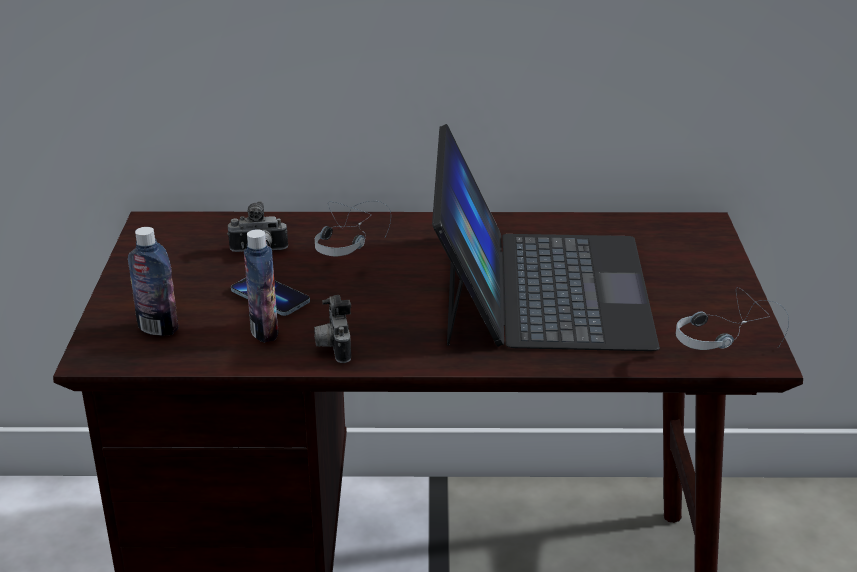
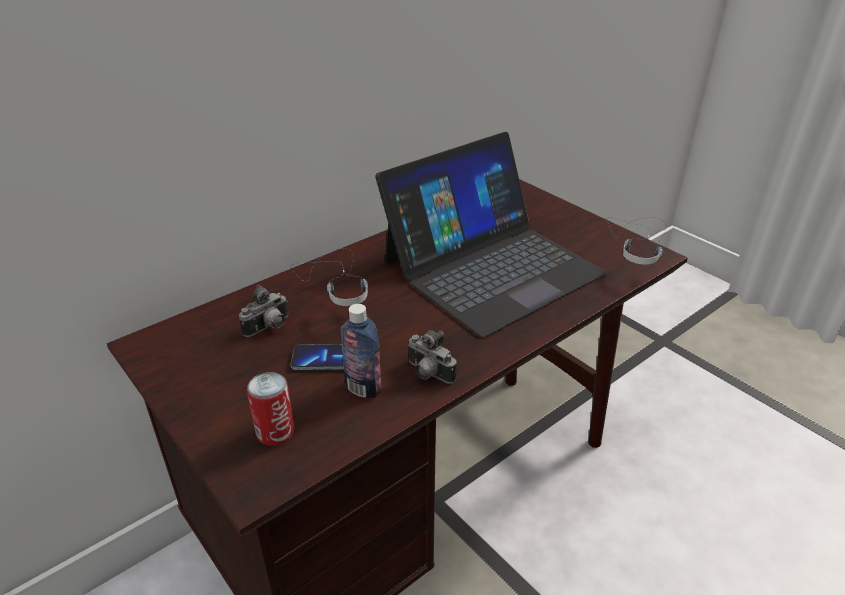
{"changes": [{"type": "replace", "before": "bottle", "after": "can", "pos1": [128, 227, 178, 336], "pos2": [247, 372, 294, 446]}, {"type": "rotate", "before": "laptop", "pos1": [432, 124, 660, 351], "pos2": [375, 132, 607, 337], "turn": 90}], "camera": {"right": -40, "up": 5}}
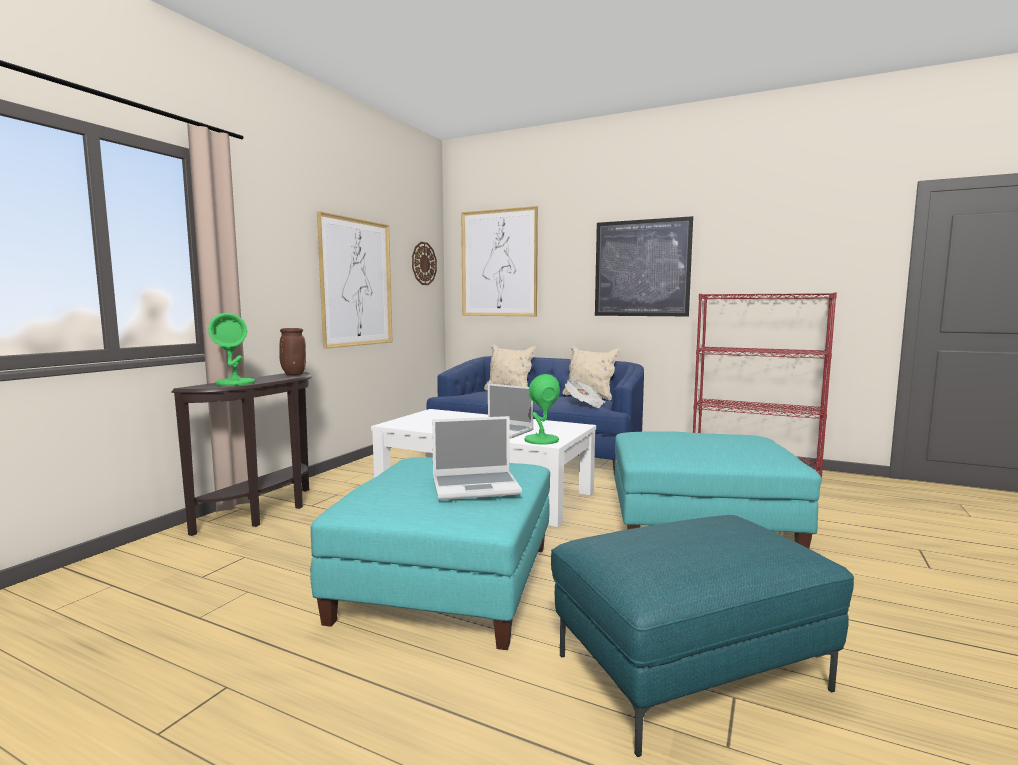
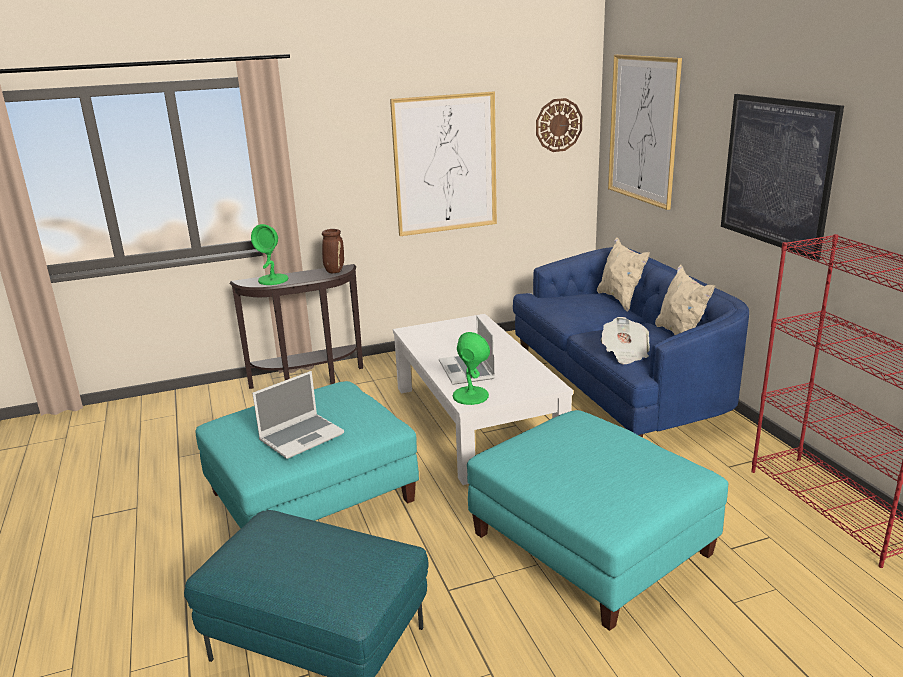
{"changes": [{"type": "rotate", "before": "laptop", "pos1": [432, 416, 522, 500], "pos2": [252, 371, 344, 459], "turn": -75}], "camera": {"right": 45, "up": 15}}
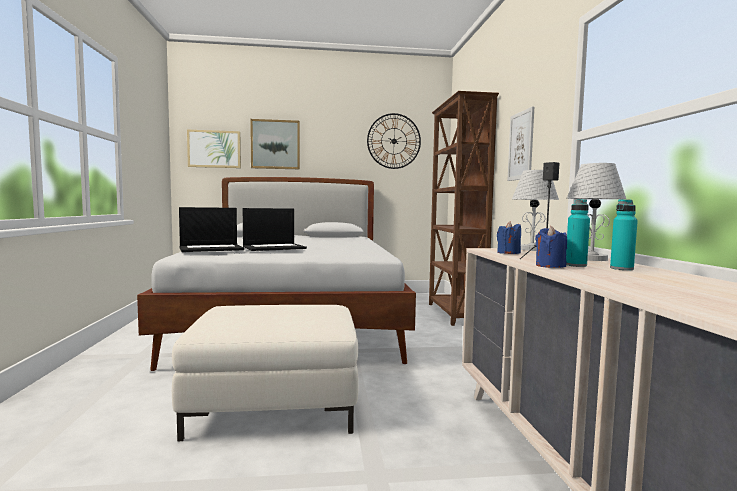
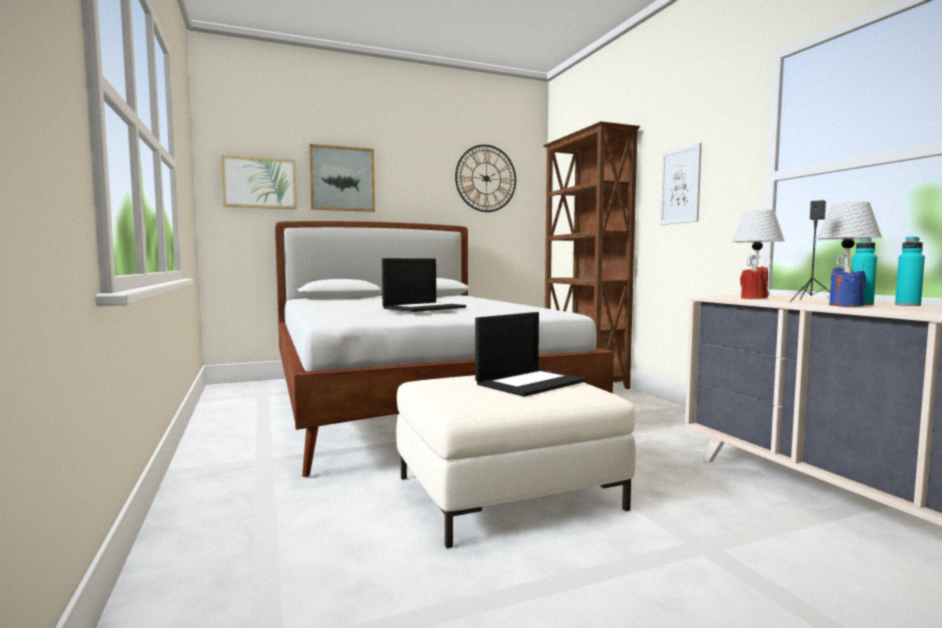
{"changes": [{"type": "move", "before": "laptop", "pos1": [179, 207, 244, 252], "pos2": [475, 312, 586, 397]}, {"type": "recolor", "before": "candle in blue", "after": "candle in red", "pos1": [497, 222, 521, 254], "pos2": [740, 264, 768, 299]}], "camera": {"right": -15, "up": 0}}
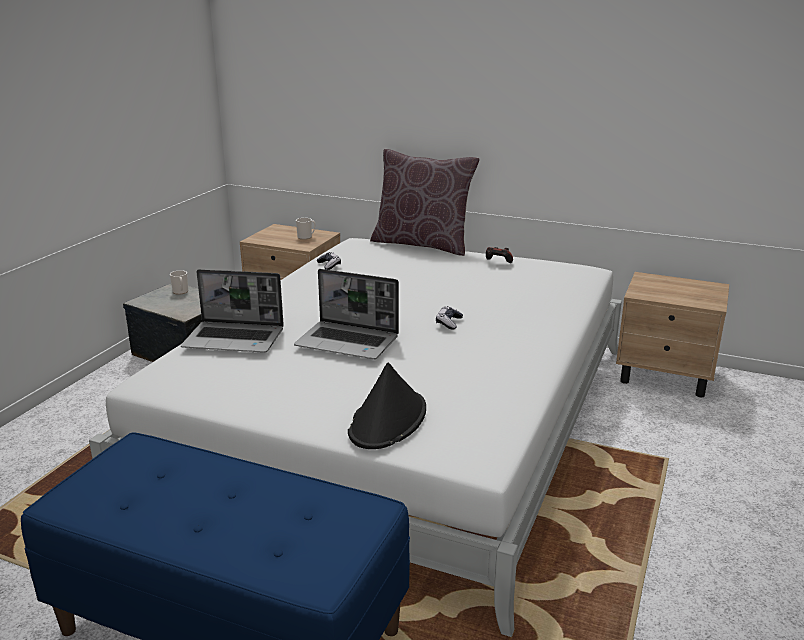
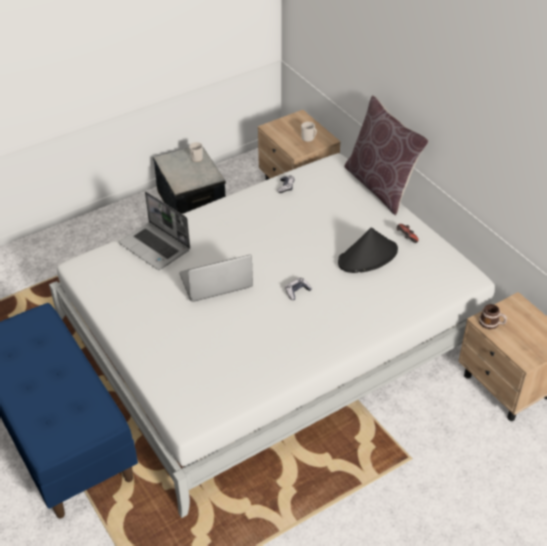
{"changes": [{"type": "rotate", "before": "laptop", "pos1": [294, 269, 399, 359], "pos2": [180, 255, 253, 302], "turn": 105}, {"type": "move", "before": "hat in black", "pos1": [348, 363, 426, 449], "pos2": [338, 227, 398, 273]}, {"type": "insert", "after": "mug", "pos2": [479, 304, 507, 329]}], "camera": {"right": 35, "up": 20}}
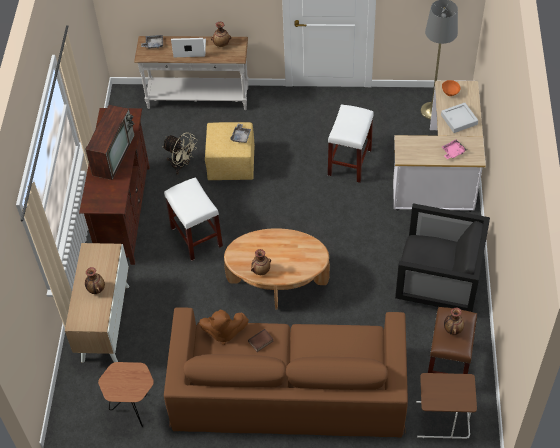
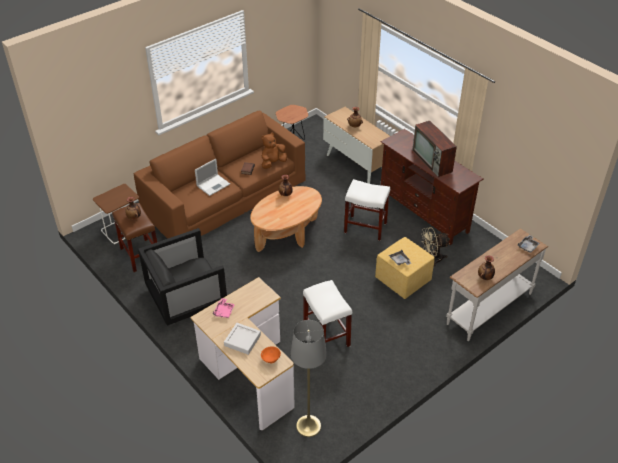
{"changes": [{"type": "move", "before": "laptop", "pos1": [171, 38, 206, 57], "pos2": [195, 159, 230, 196]}], "camera": {"right": 135, "up": -10}}
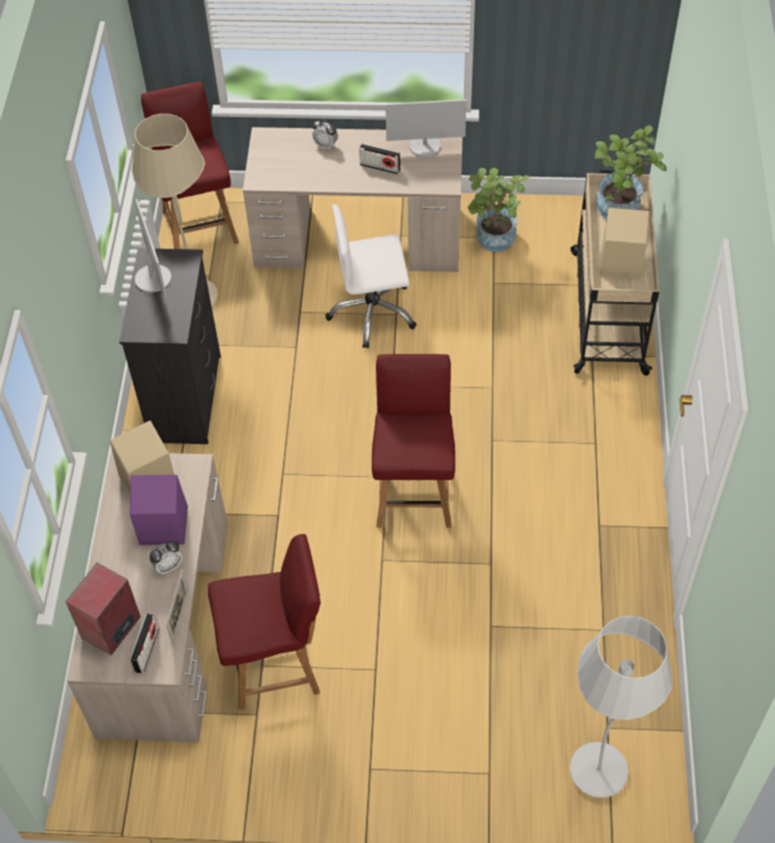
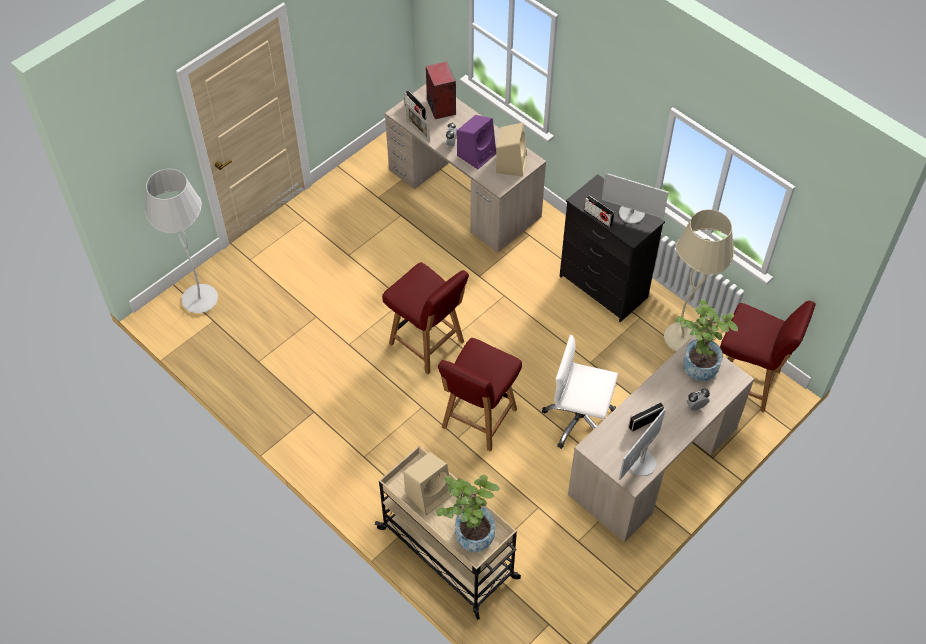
{"changes": [{"type": "move", "before": "chair in red", "pos1": [208, 534, 321, 710], "pos2": [438, 338, 522, 451]}, {"type": "rotate", "before": "office chair in white", "pos1": [326, 204, 417, 348], "pos2": [542, 335, 618, 449], "turn": -105}, {"type": "move", "before": "potted plant", "pos1": [468, 168, 529, 252], "pos2": [675, 299, 738, 381]}, {"type": "insert", "after": "radio", "pos2": [584, 195, 615, 228]}], "camera": {"right": 130, "up": 0}}
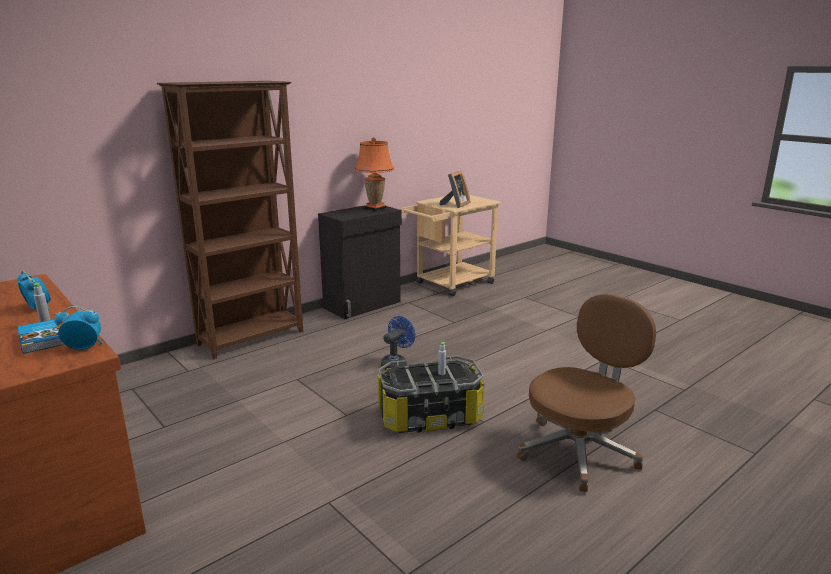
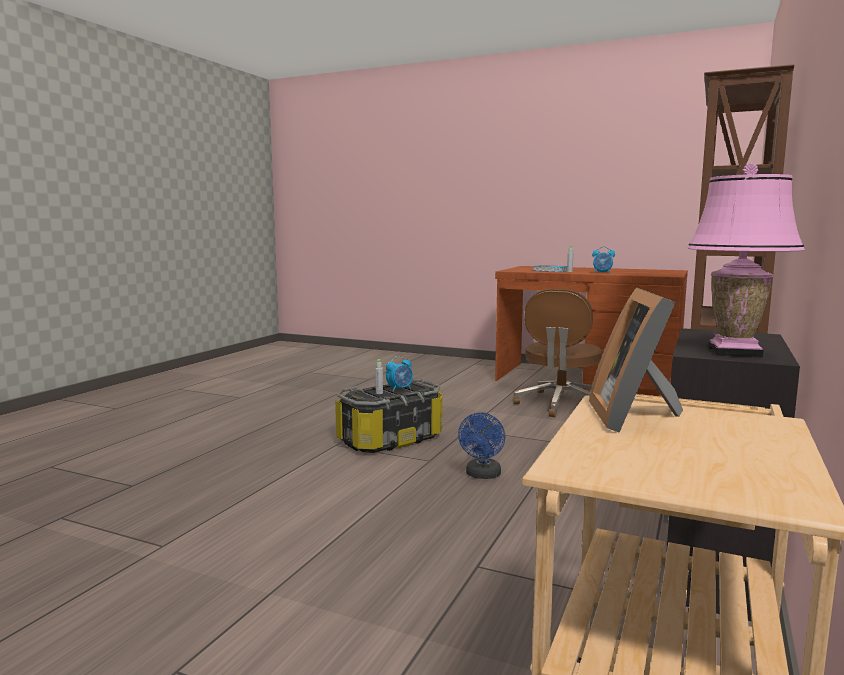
{"changes": [{"type": "move", "before": "alarm clock", "pos1": [54, 306, 103, 350], "pos2": [386, 356, 413, 392]}, {"type": "recolor", "before": "table lamp in orange", "after": "table lamp in pink", "pos1": [354, 137, 394, 211], "pos2": [687, 163, 805, 357]}, {"type": "move", "before": "office chair in brown", "pos1": [517, 294, 656, 492], "pos2": [513, 289, 602, 417]}], "camera": {"right": 155, "up": -10}}
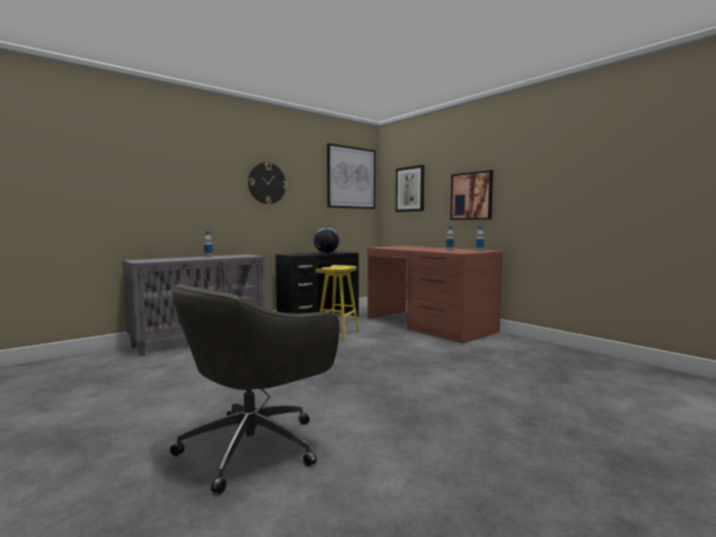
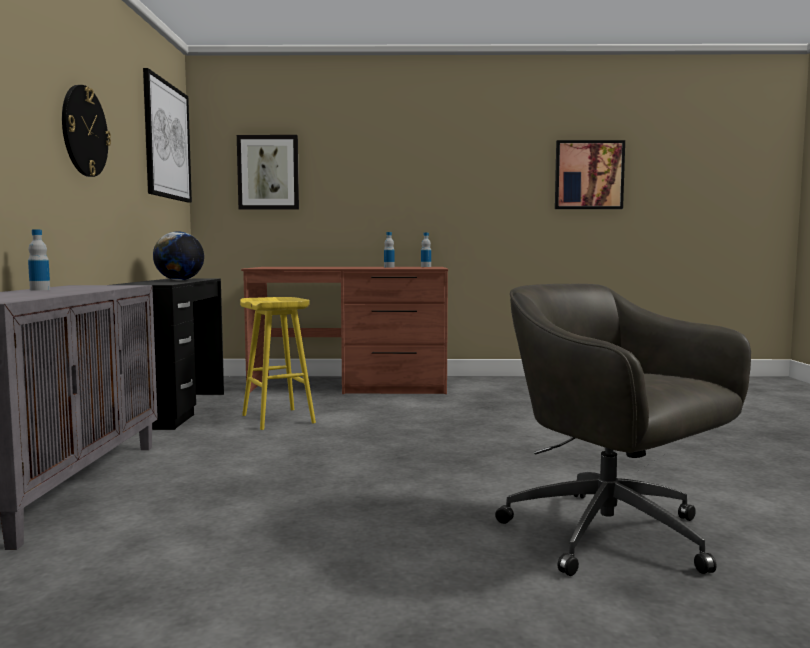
{"changes": [{"type": "rotate", "before": "office chair in grey", "pos1": [170, 284, 340, 494], "pos2": [495, 284, 751, 576], "turn": 150}, {"type": "move", "before": "picture", "pos1": [450, 170, 493, 220], "pos2": [555, 140, 625, 209]}], "camera": {"right": -50, "up": 0}}
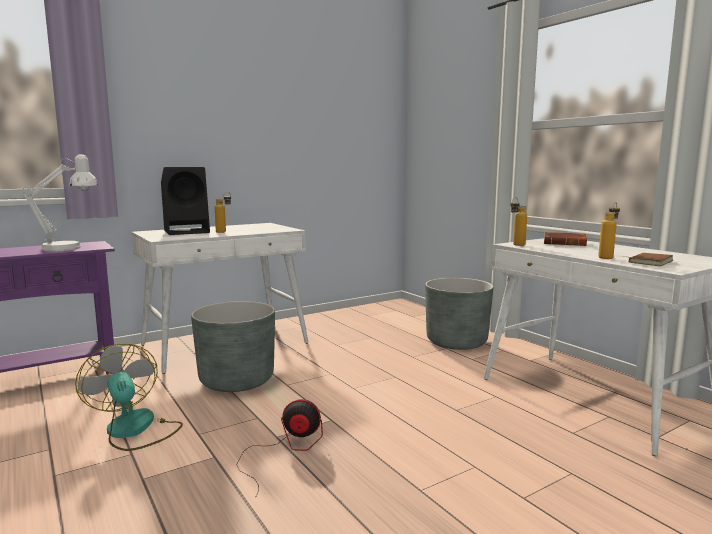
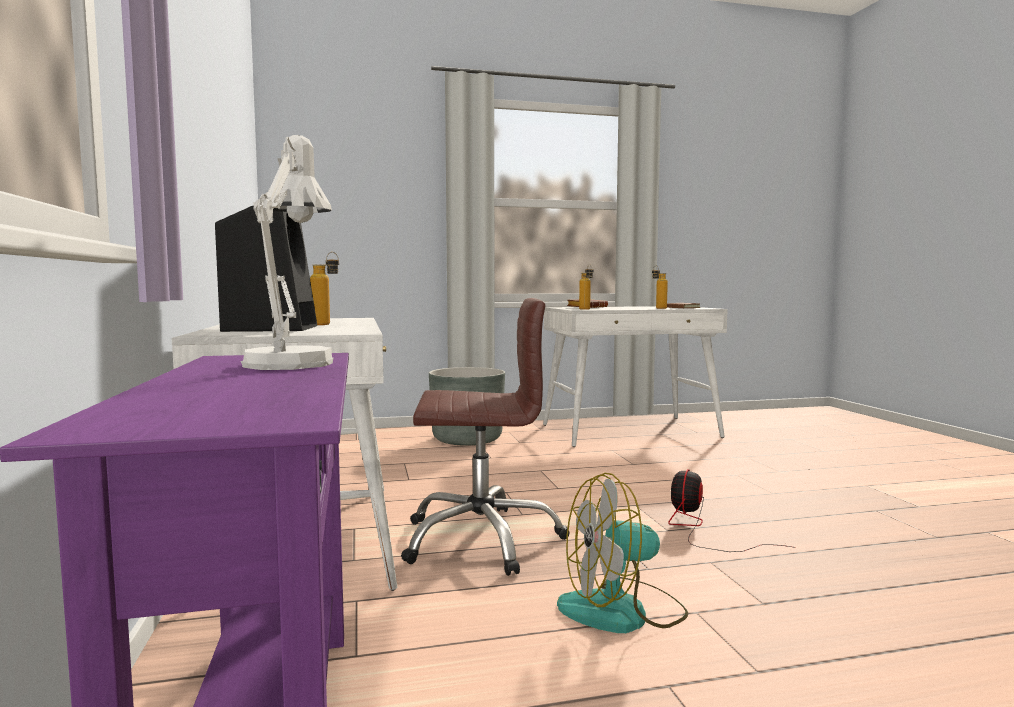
{"changes": [{"type": "replace", "before": "planter in grey", "after": "office chair in brown", "pos1": [191, 301, 275, 392], "pos2": [401, 298, 570, 576]}], "camera": {"right": -70, "up": -5}}
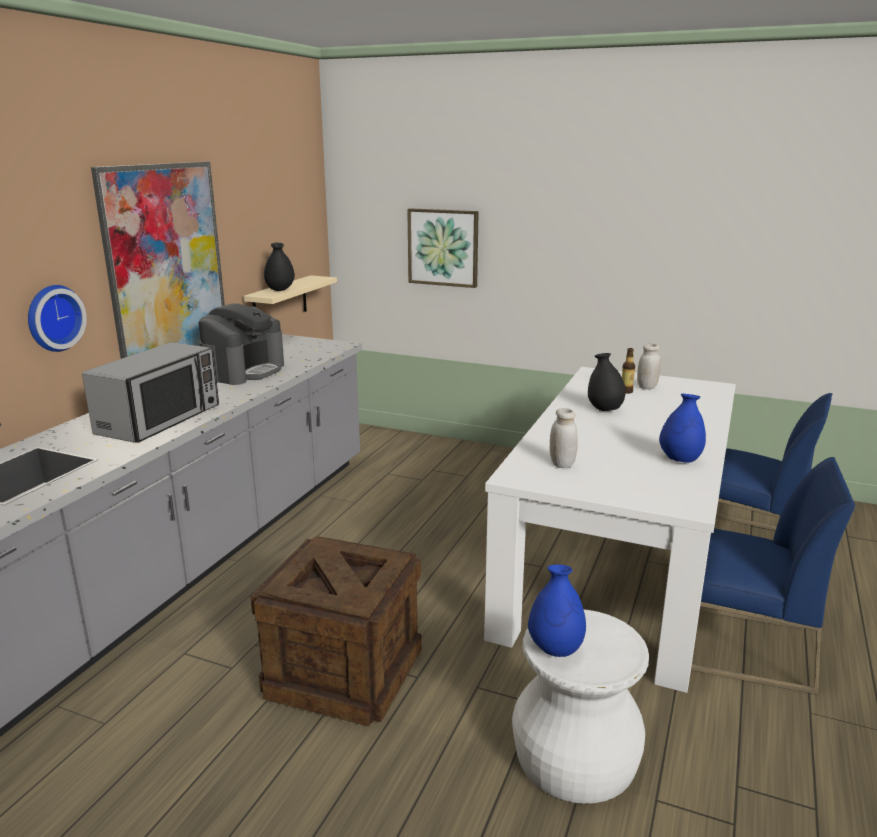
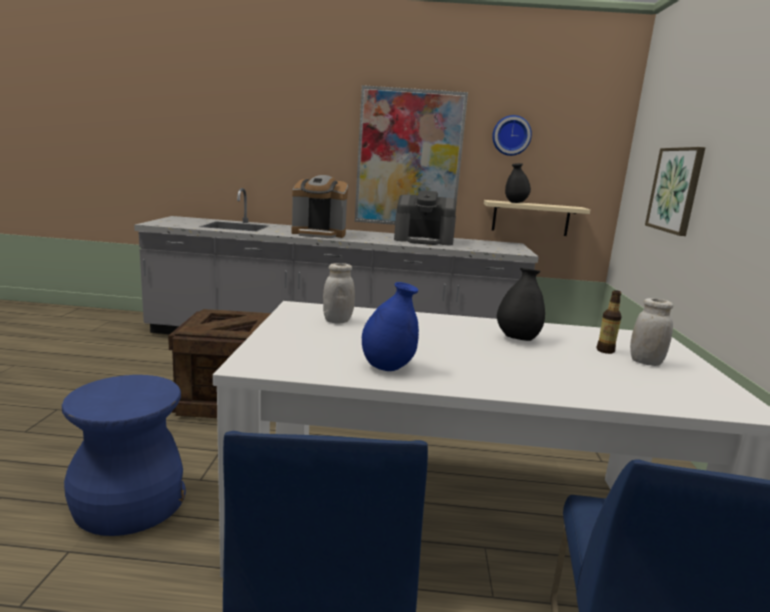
{"changes": [{"type": "move", "before": "wall clock", "pos1": [28, 285, 87, 352], "pos2": [492, 115, 532, 156]}, {"type": "replace", "before": "microwave", "after": "coffee machine", "pos1": [82, 342, 219, 443], "pos2": [291, 175, 348, 238]}, {"type": "recolor", "before": "stool in white", "after": "stool in blue", "pos1": [512, 610, 649, 804], "pos2": [62, 375, 186, 536]}, {"type": "delete", "before": "vase in blue", "pos1": [528, 565, 586, 657]}], "camera": {"right": 70, "up": -5}}
